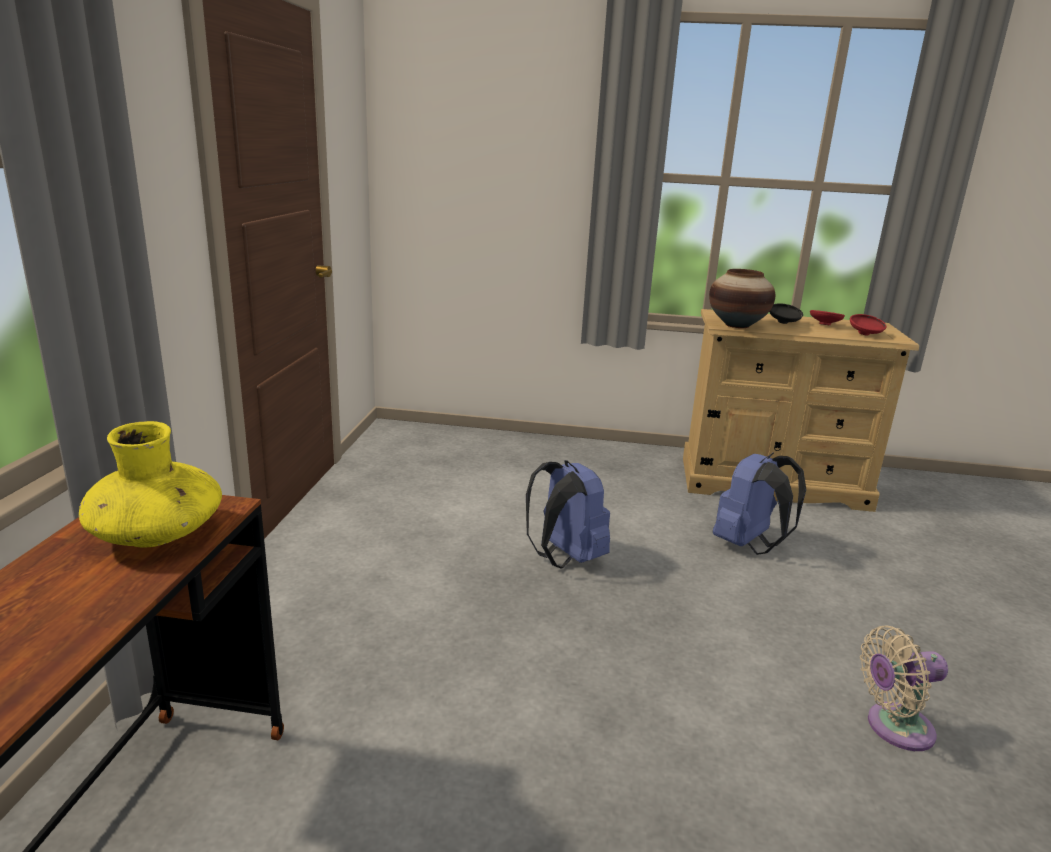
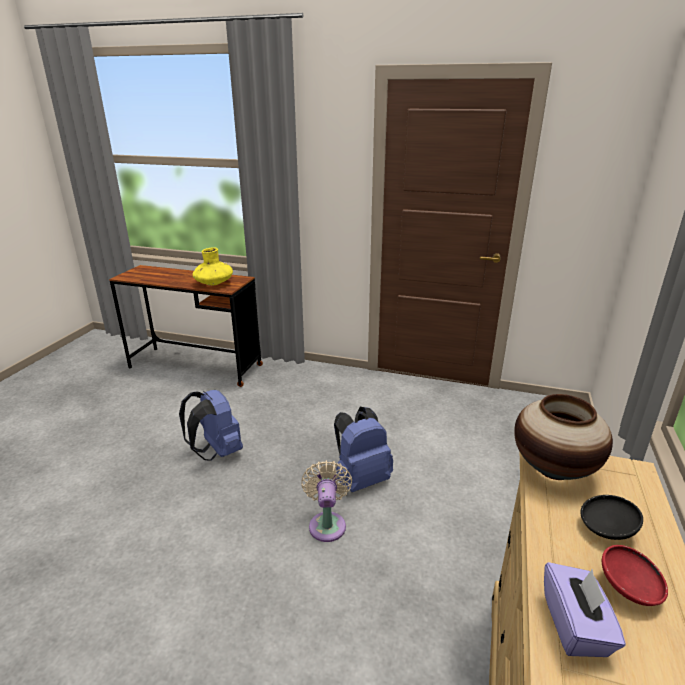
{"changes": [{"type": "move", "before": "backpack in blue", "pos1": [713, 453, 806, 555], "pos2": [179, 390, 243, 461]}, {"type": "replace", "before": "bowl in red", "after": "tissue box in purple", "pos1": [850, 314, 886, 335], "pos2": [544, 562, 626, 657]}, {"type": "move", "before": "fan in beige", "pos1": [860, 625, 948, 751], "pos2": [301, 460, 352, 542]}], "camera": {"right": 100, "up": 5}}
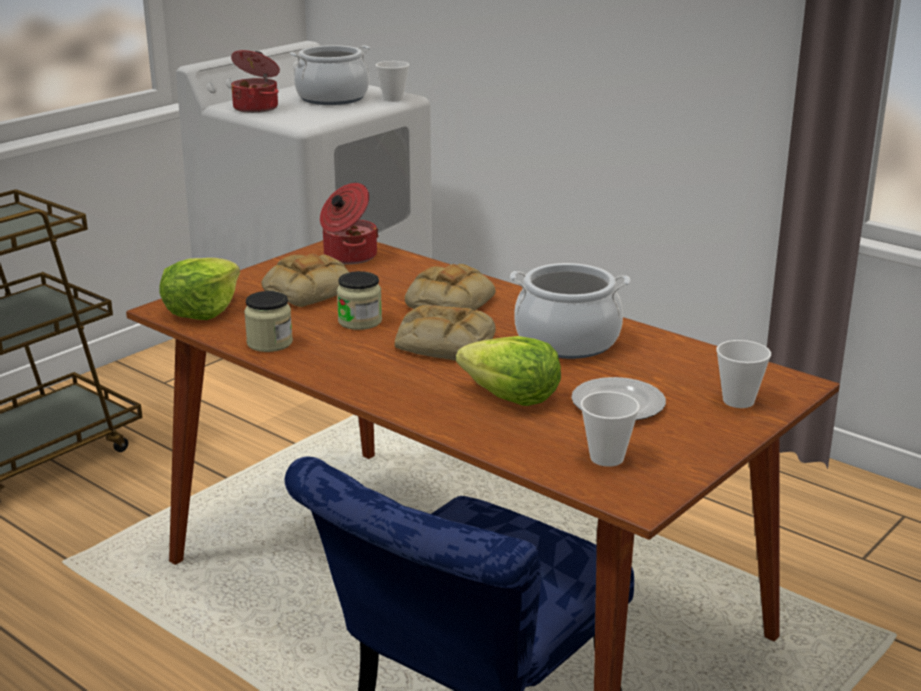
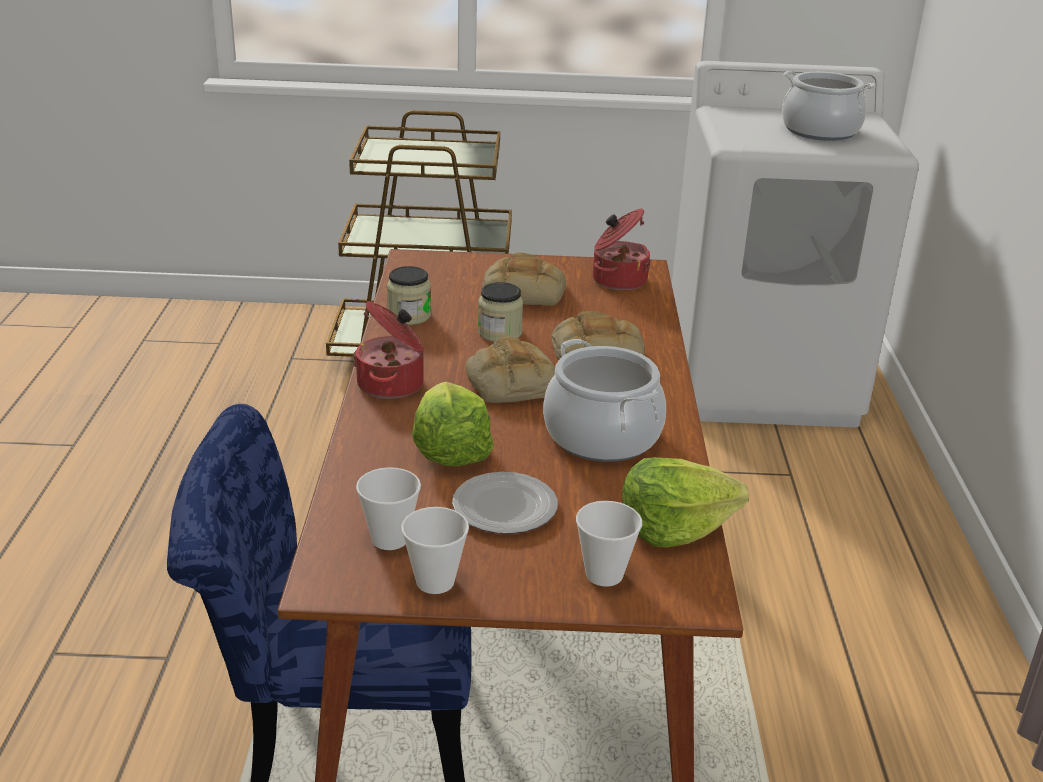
{"changes": [{"type": "move", "before": "lettuce", "pos1": [159, 258, 240, 320], "pos2": [622, 457, 749, 548]}, {"type": "move", "before": "cooking pot", "pos1": [231, 50, 280, 113], "pos2": [353, 301, 424, 399]}, {"type": "move", "before": "cup", "pos1": [376, 61, 409, 102], "pos2": [401, 507, 469, 594]}], "camera": {"right": 50, "up": 5}}
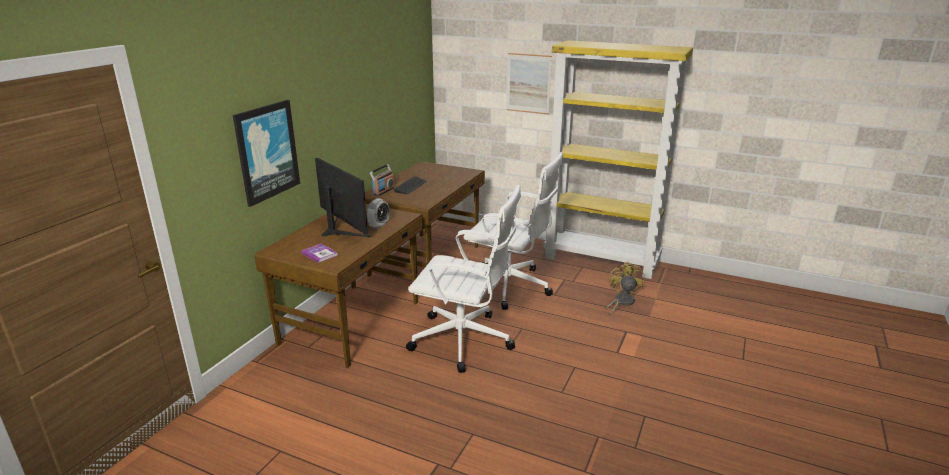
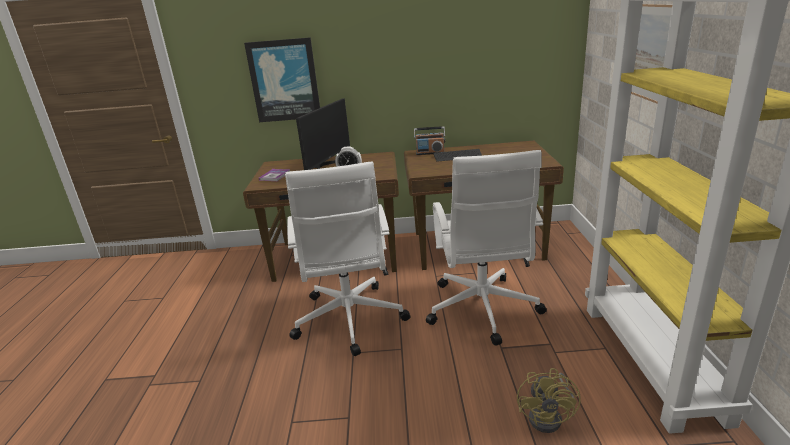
{"changes": [{"type": "rotate", "before": "fan in yellow", "pos1": [606, 262, 645, 315], "pos2": [517, 368, 581, 433], "turn": 120}], "camera": {"right": 65, "up": 0}}
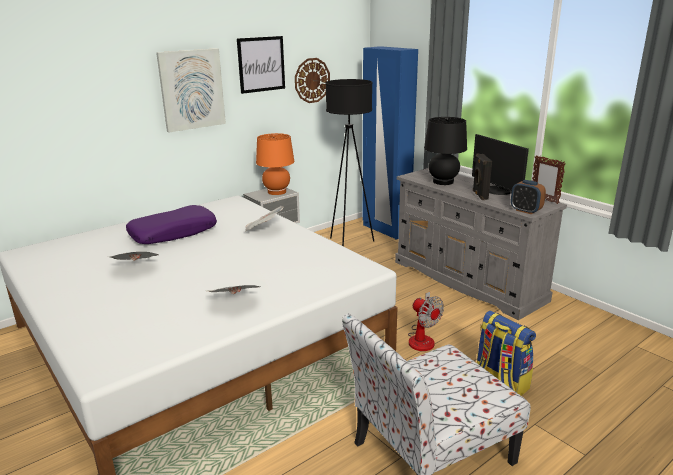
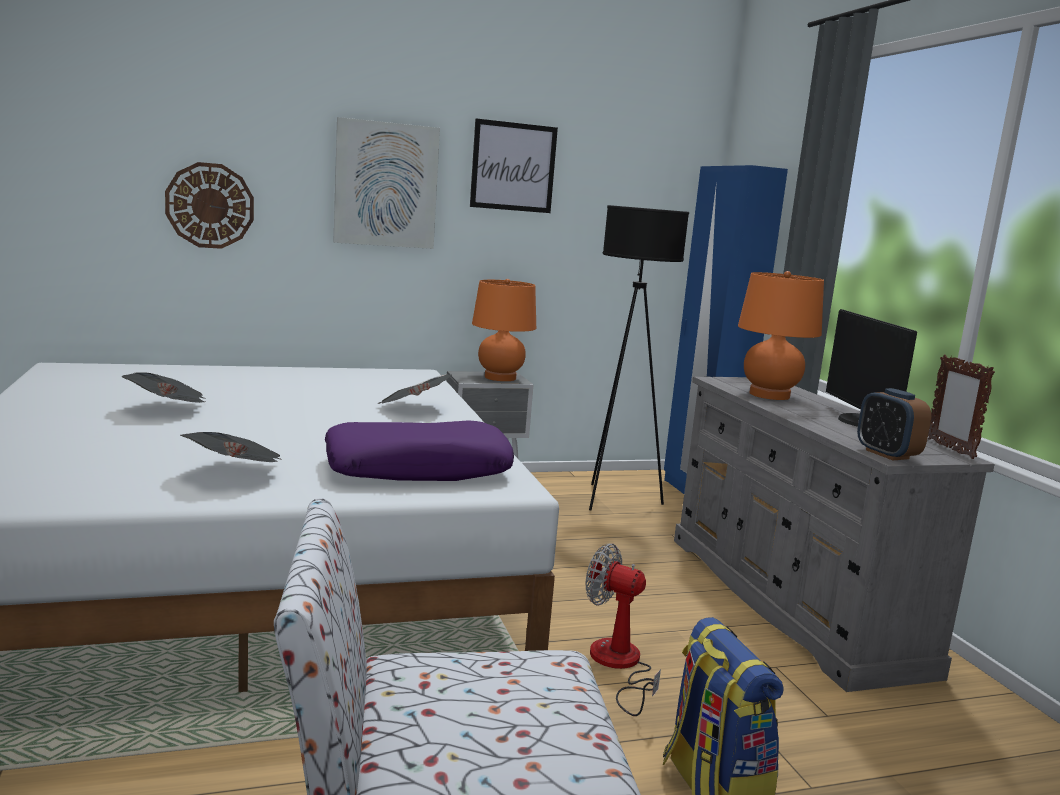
{"changes": [{"type": "move", "before": "pillow in purple", "pos1": [126, 205, 217, 244], "pos2": [325, 420, 514, 481]}, {"type": "move", "before": "wall clock", "pos1": [295, 58, 330, 103], "pos2": [165, 162, 254, 249]}, {"type": "rotate", "before": "fan", "pos1": [408, 292, 444, 351], "pos2": [586, 543, 661, 716], "turn": 135}, {"type": "recolor", "before": "table lamp in black", "after": "table lamp in orange", "pos1": [424, 117, 467, 185], "pos2": [738, 271, 824, 400]}, {"type": "delete", "before": "speaker in black", "pos1": [473, 154, 492, 200]}], "camera": {"right": 20, "up": -10}}
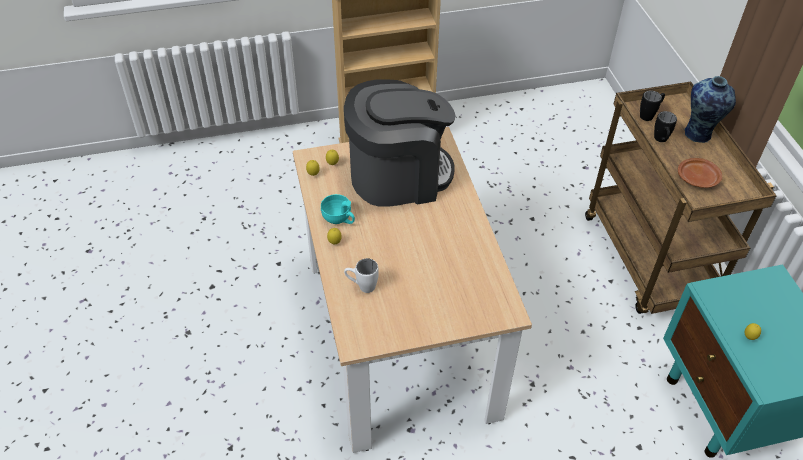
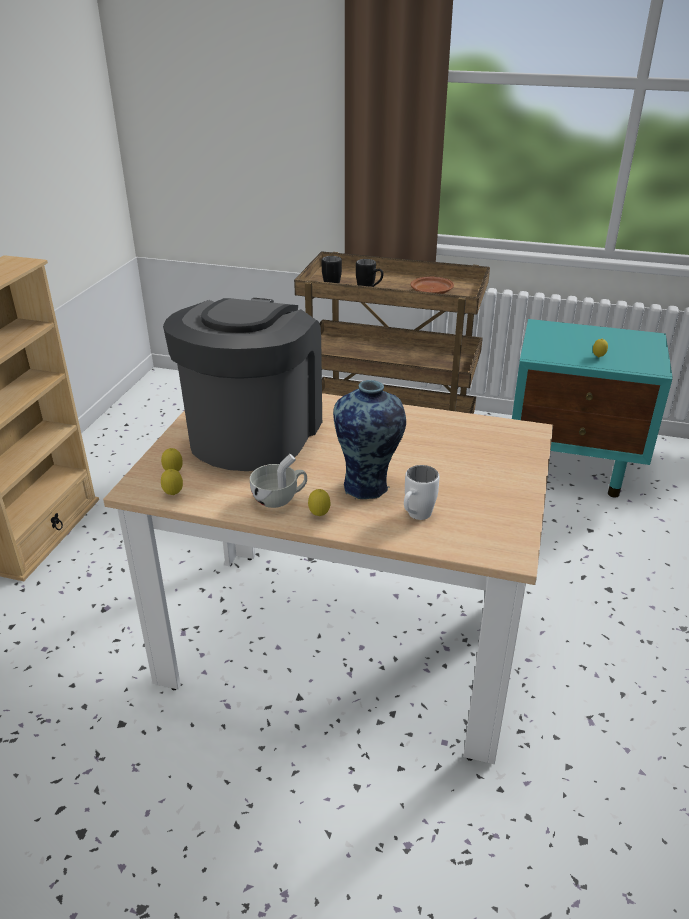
{"changes": [{"type": "recolor", "before": "cup in turquoise", "after": "cup in white", "pos1": [321, 194, 355, 224], "pos2": [250, 454, 307, 508]}, {"type": "move", "before": "vase", "pos1": [685, 76, 736, 143], "pos2": [333, 380, 406, 499]}], "camera": {"right": -60, "up": -15}}
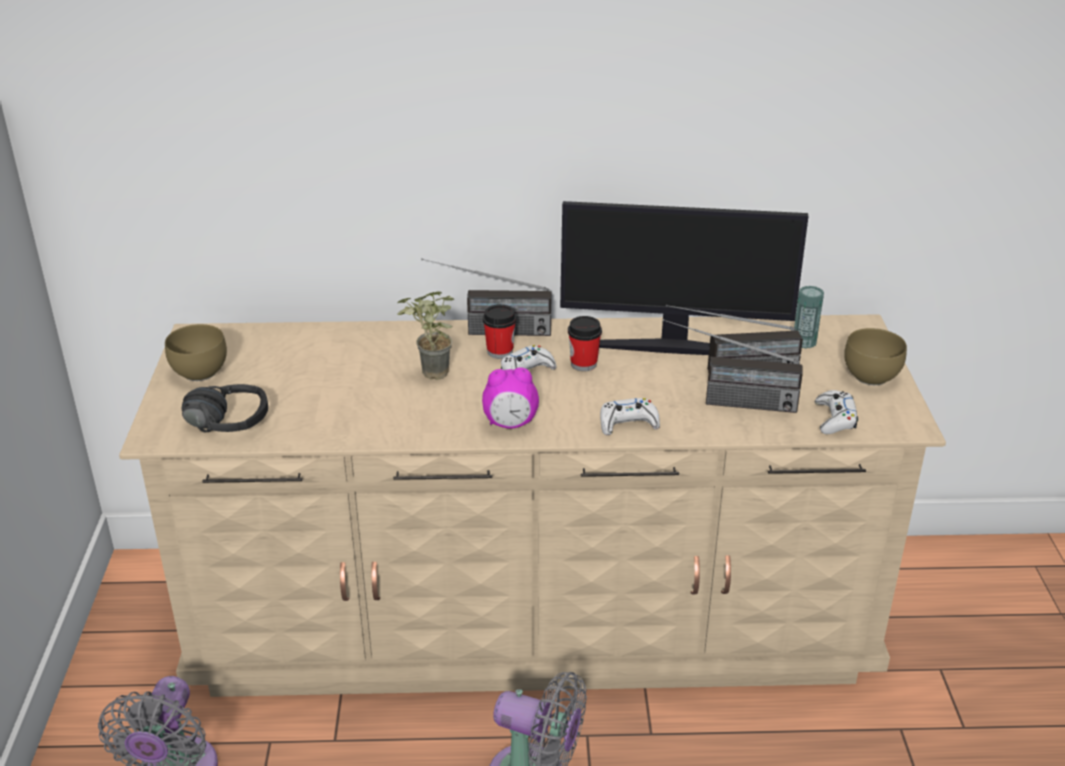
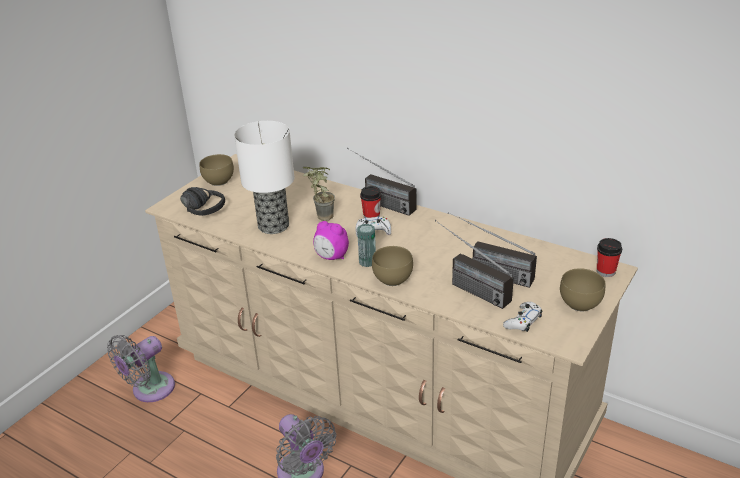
{"changes": [{"type": "delete", "before": "monitor", "pos1": [560, 201, 809, 355]}, {"type": "move", "before": "cup", "pos1": [568, 316, 602, 371], "pos2": [597, 238, 622, 277]}, {"type": "replace", "before": "game controller in white", "after": "bowl in brown", "pos1": [600, 398, 660, 435], "pos2": [372, 246, 413, 286]}, {"type": "move", "before": "can", "pos1": [794, 286, 824, 349], "pos2": [357, 224, 376, 267]}, {"type": "insert", "after": "table lamp", "pos2": [234, 121, 294, 234]}], "camera": {"right": 35, "up": 0}}
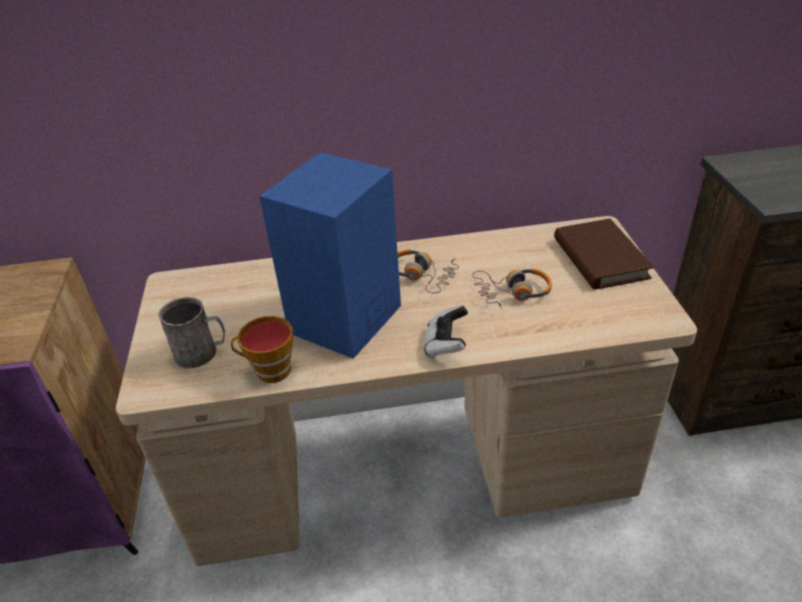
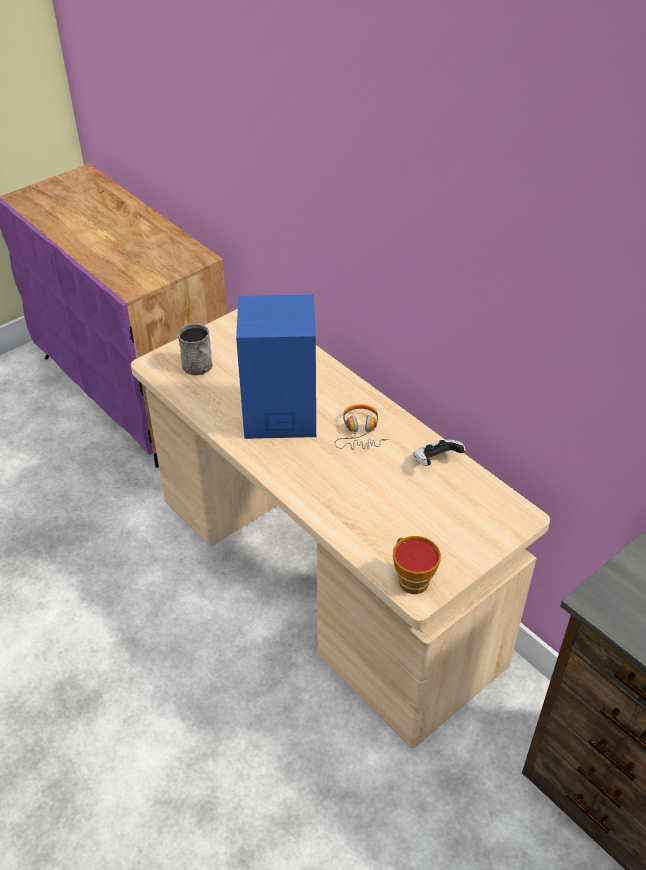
{"changes": [{"type": "move", "before": "cup", "pos1": [231, 316, 293, 383], "pos2": [393, 536, 441, 594]}, {"type": "move", "before": "game controller", "pos1": [424, 305, 468, 358], "pos2": [413, 440, 466, 466]}, {"type": "delete", "before": "headphones", "pos1": [472, 269, 552, 309]}, {"type": "delete", "before": "book in brown", "pos1": [554, 218, 654, 290]}], "camera": {"right": 55, "up": 5}}
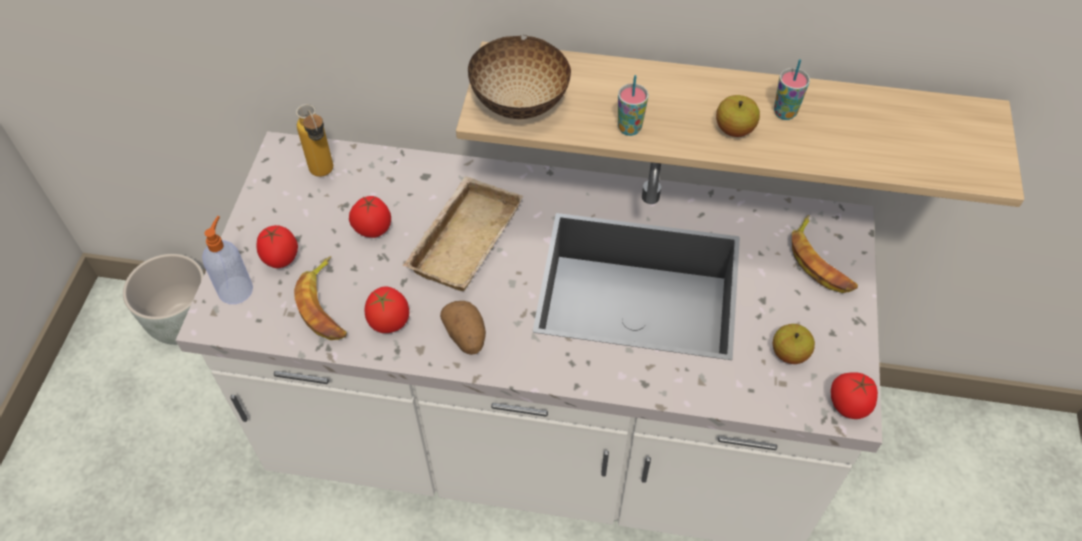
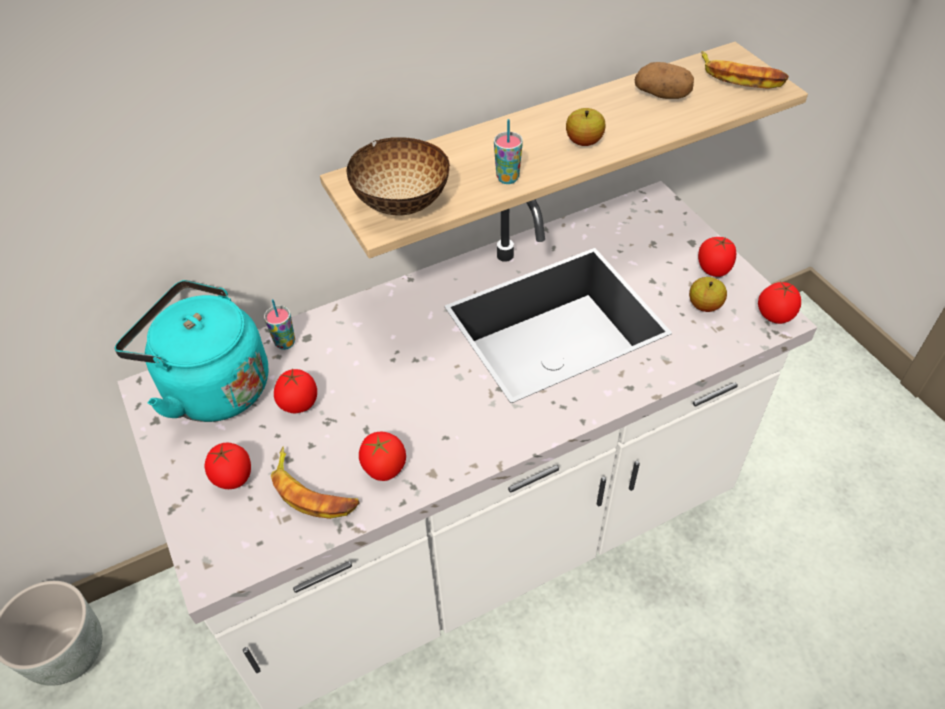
{"changes": [{"type": "delete", "before": "soap dispenser", "pos1": [202, 216, 253, 304]}, {"type": "replace", "before": "bottle", "after": "kettle in turquoise", "pos1": [296, 104, 333, 177], "pos2": [114, 280, 268, 422]}, {"type": "delete", "before": "tray in beige", "pos1": [403, 176, 523, 291]}, {"type": "move", "before": "potato", "pos1": [440, 301, 486, 355], "pos2": [635, 62, 694, 99]}, {"type": "move", "before": "cup", "pos1": [774, 59, 810, 120], "pos2": [264, 299, 295, 350]}, {"type": "move", "before": "banana", "pos1": [792, 215, 858, 293], "pos2": [701, 51, 789, 89]}, {"type": "insert", "after": "tomato", "pos2": [698, 237, 736, 277]}], "camera": {"right": -35, "up": -5}}
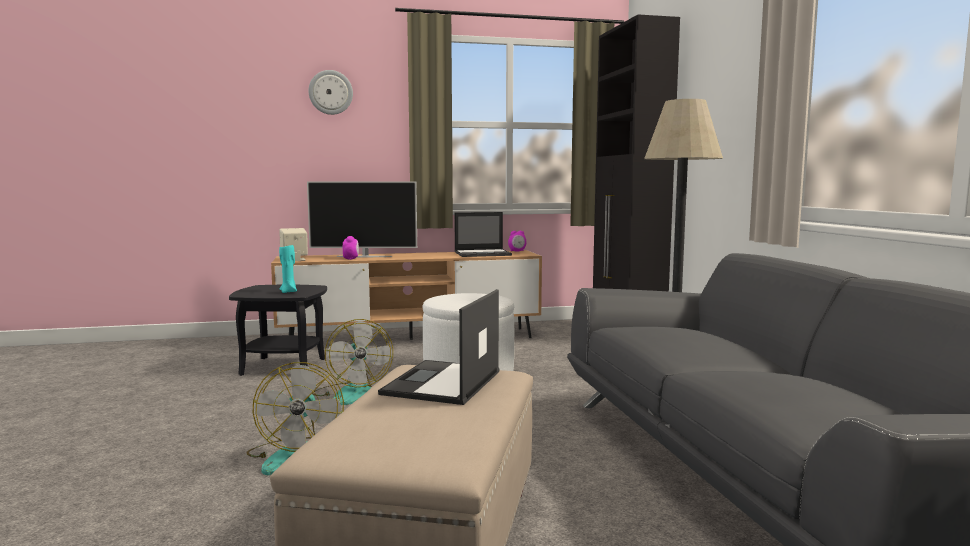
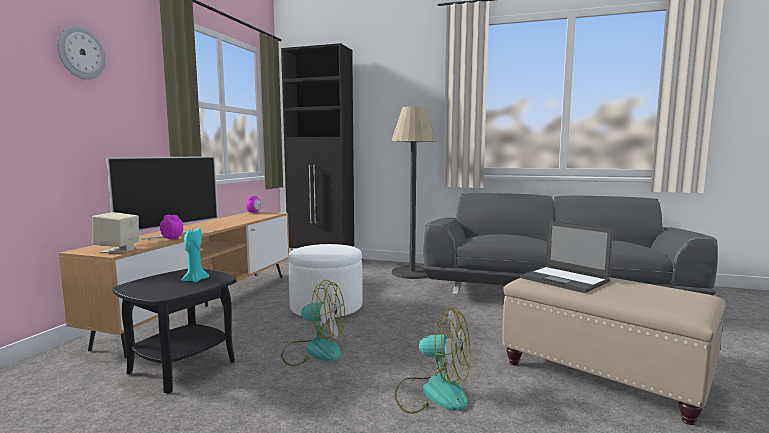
{"changes": [{"type": "delete", "before": "laptop", "pos1": [454, 212, 512, 257]}], "camera": {"right": -60, "up": 0}}
